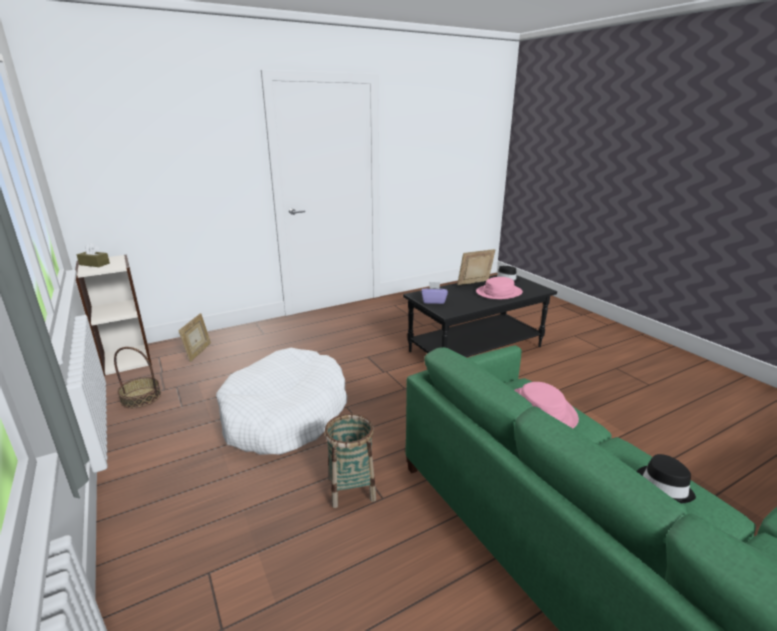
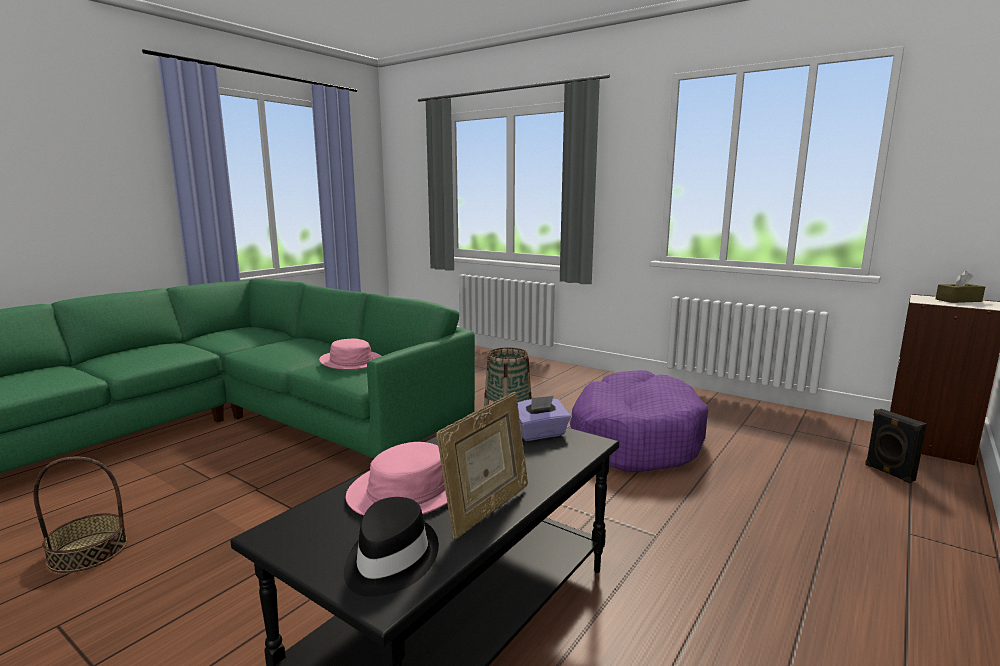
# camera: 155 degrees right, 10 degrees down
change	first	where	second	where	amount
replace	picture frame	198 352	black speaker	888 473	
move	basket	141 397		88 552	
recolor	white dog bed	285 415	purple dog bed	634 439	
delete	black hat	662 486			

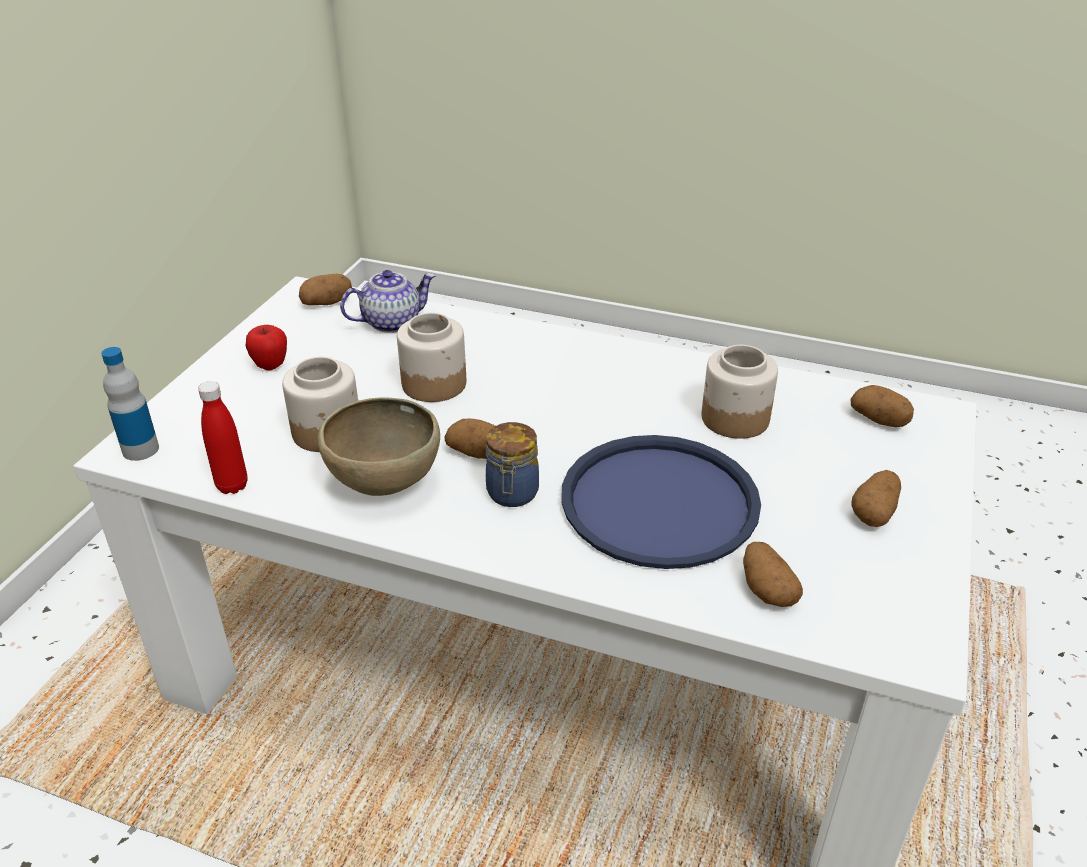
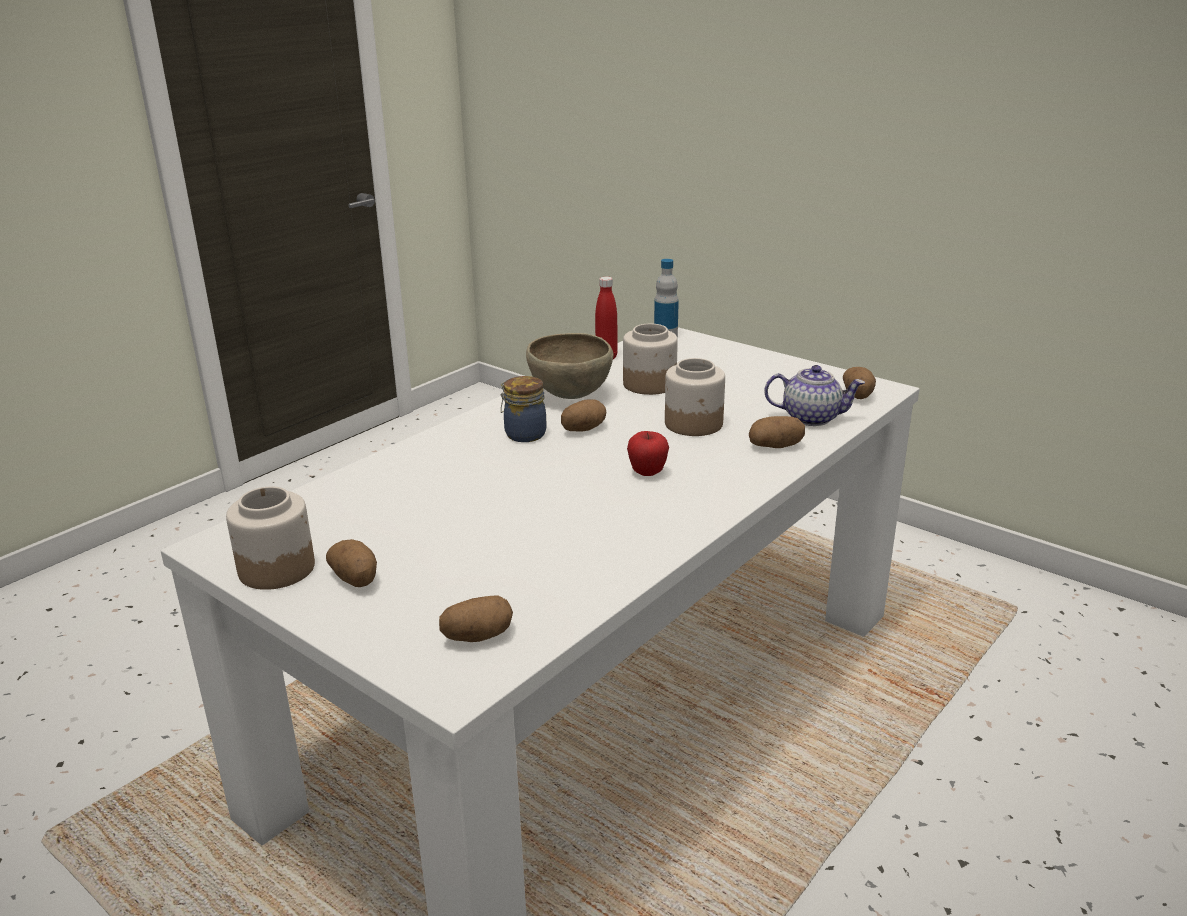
# camera: 110 degrees right, 10 degrees down
change	first	where	second	where	amount
rotate	teapot	392 322		811 417	75 degrees counterclockwise
move	apple	270 365		647 473	
move	jar	734 419		276 568	
delete	blue tray	660 502			
move	potato	766 589		775 446	

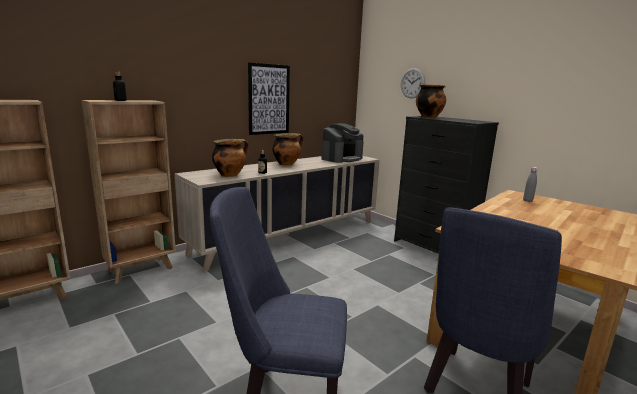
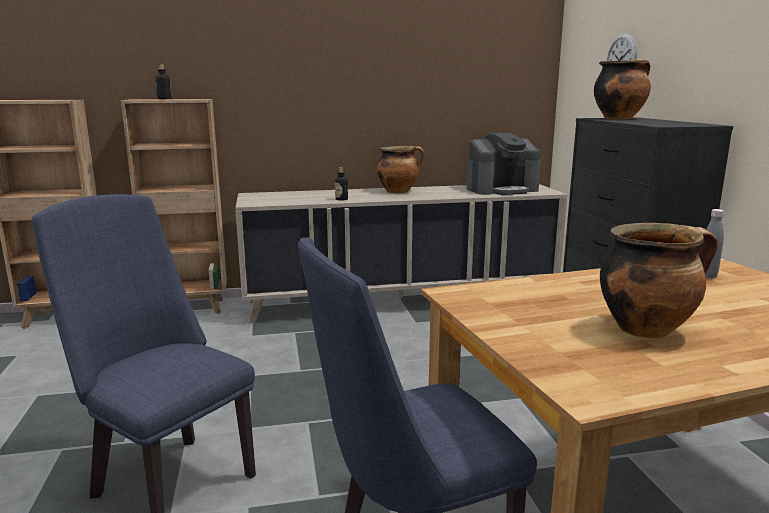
# camera: 30 degrees right, 0 degrees up
change	first	where	second	where	amount
delete	picture	269 99			
move	cooking pot	230 175		646 329	

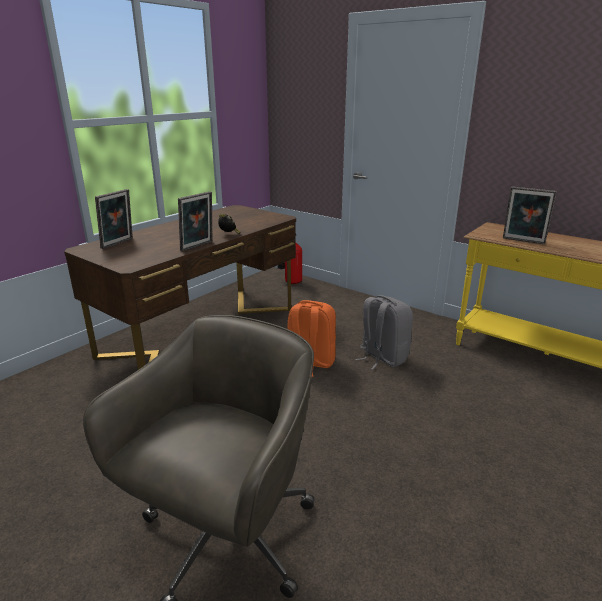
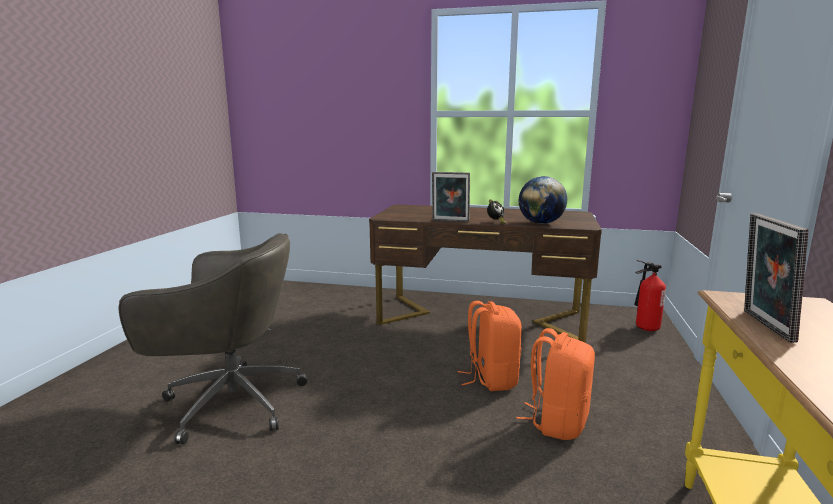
# camera: 65 degrees right, 10 degrees down
change	first	where	second	where	amount
delete	picture frame	119 244			
recolor	grey backpack	382 357	orange backpack	557 422	
insert			globe	541 223	

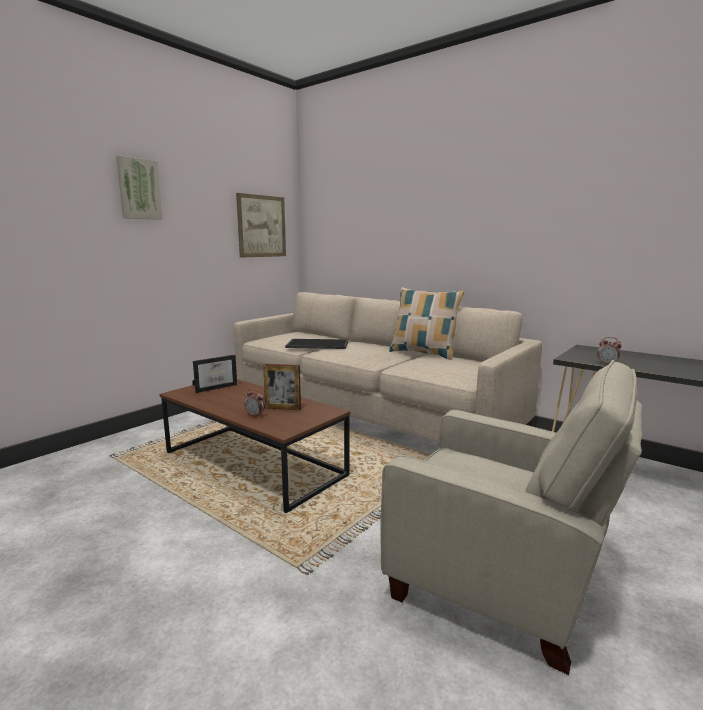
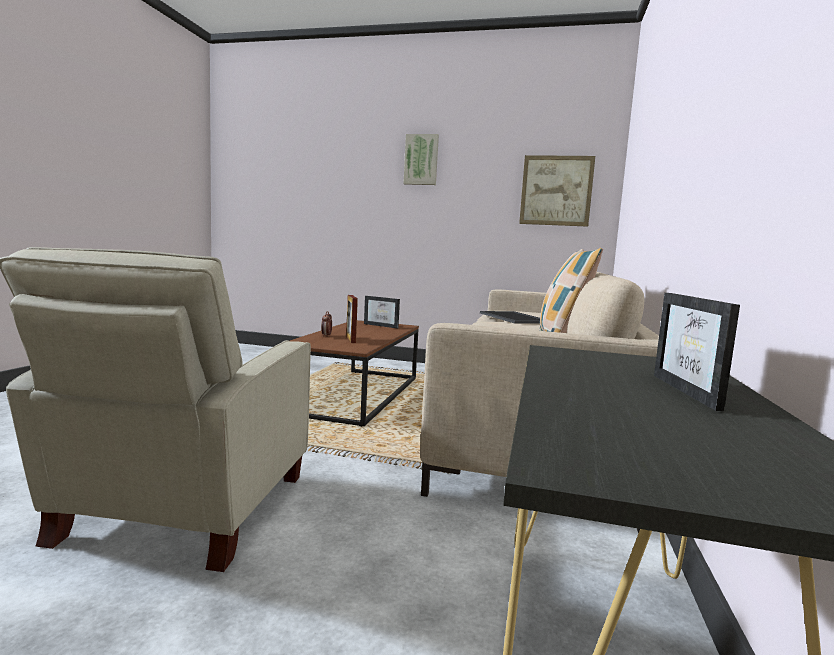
# camera: 65 degrees right, 5 degrees down
change	first	where	second	where	amount
delete	alarm clock	607 364			
insert			picture frame	699 393	

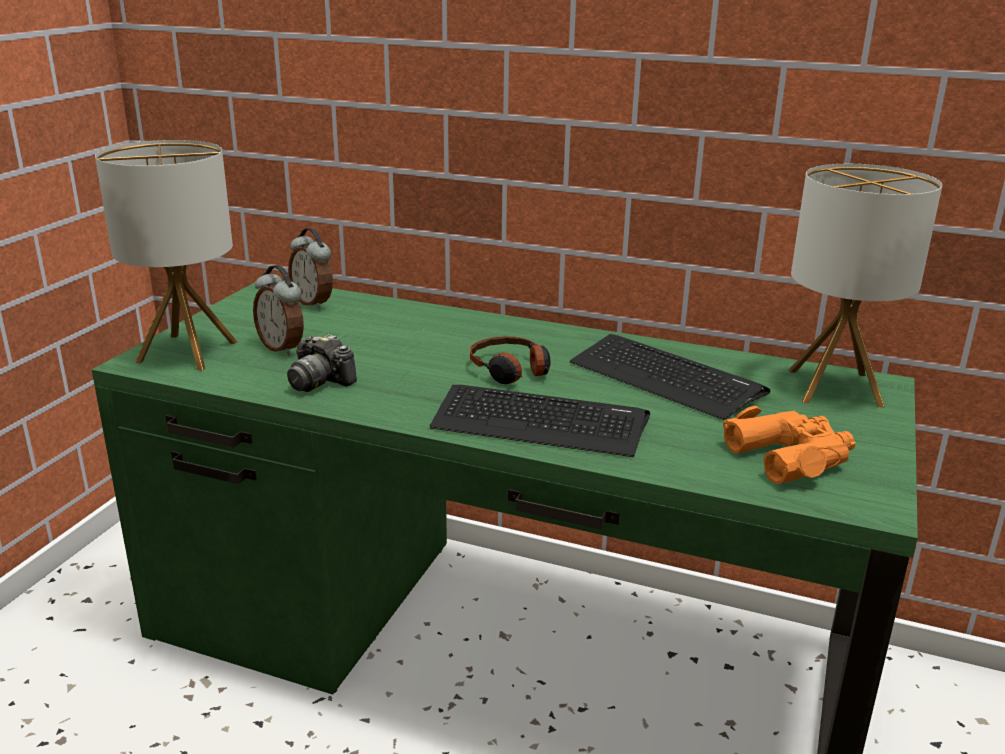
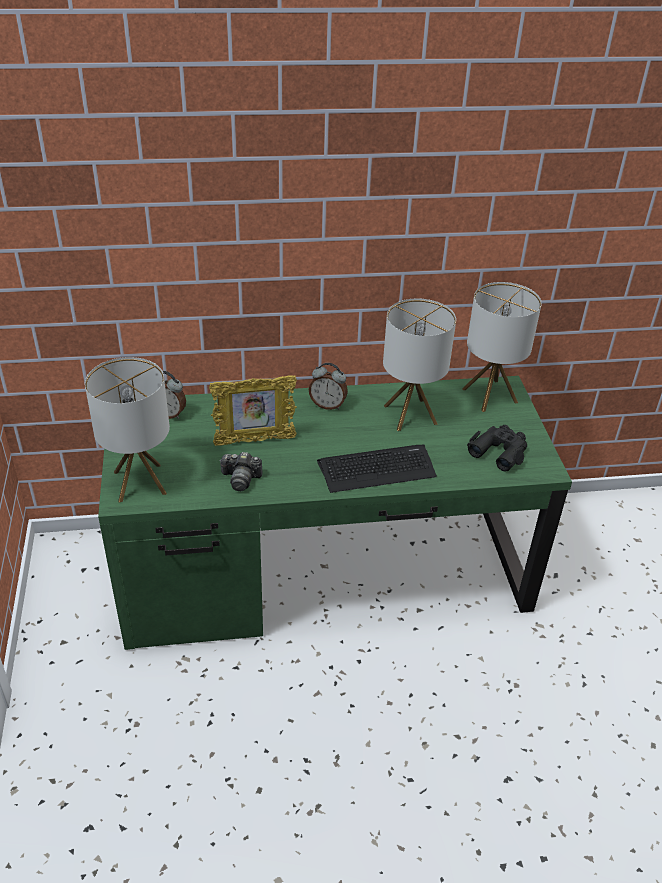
# camera: 30 degrees left, 15 degrees up
change	first	where	second	where	amount
move	alarm clock	282 348		327 405	
replace	keyboard	665 378	table lamp	410 414	
delete	headphones	510 370			
recolor	orange binoculars	791 456	black binoculars	499 451	
insert			picture frame	255 441	

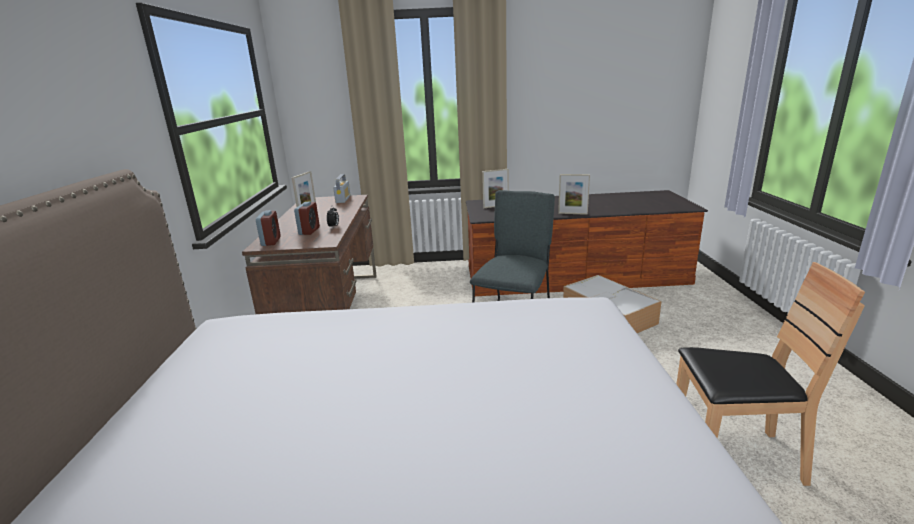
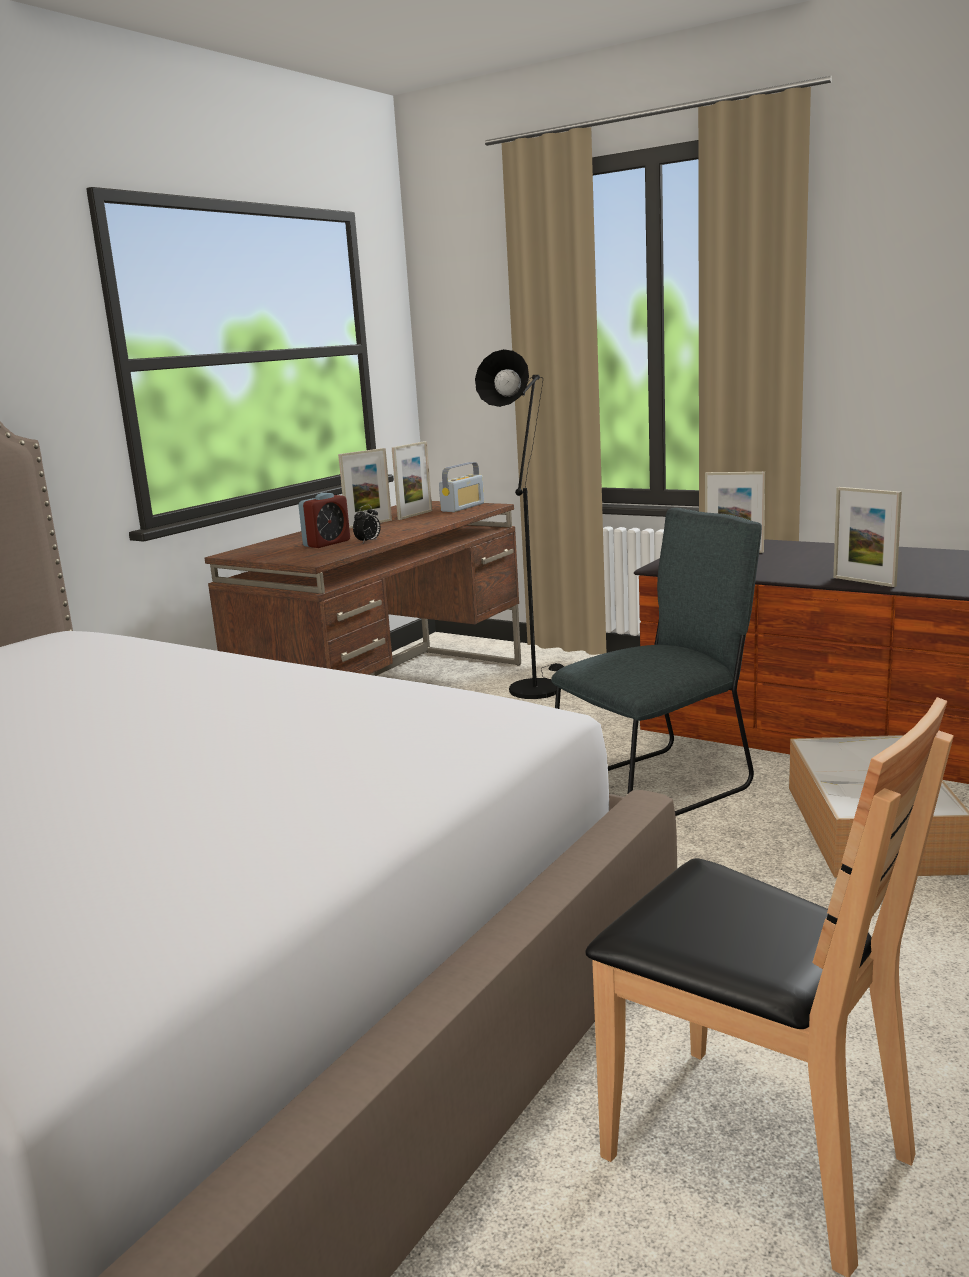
# camera: 35 degrees right, 5 degrees down
change	first	where	second	where	amount
delete	alarm clock	271 241			
insert			black floor lamp	536 686	
insert			picture frame	415 515	

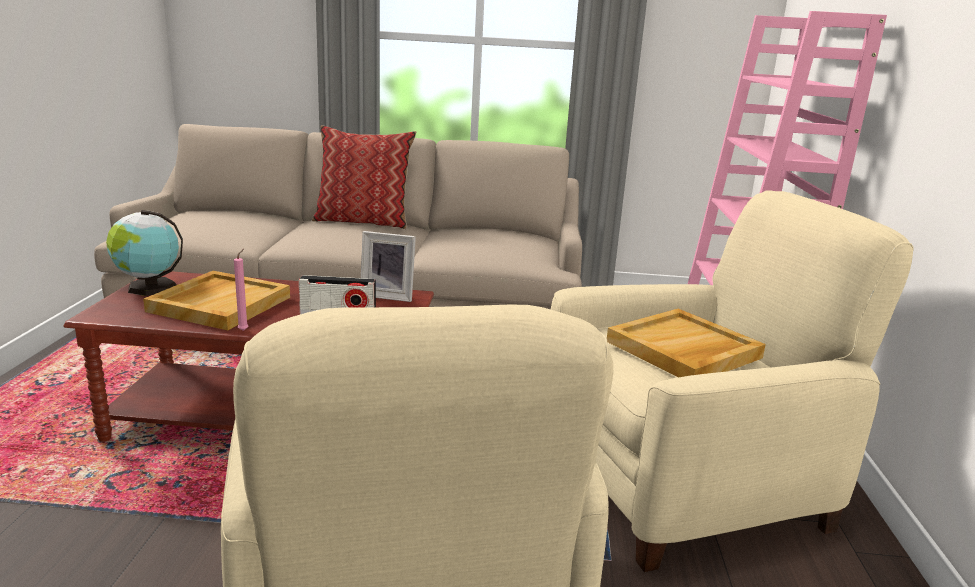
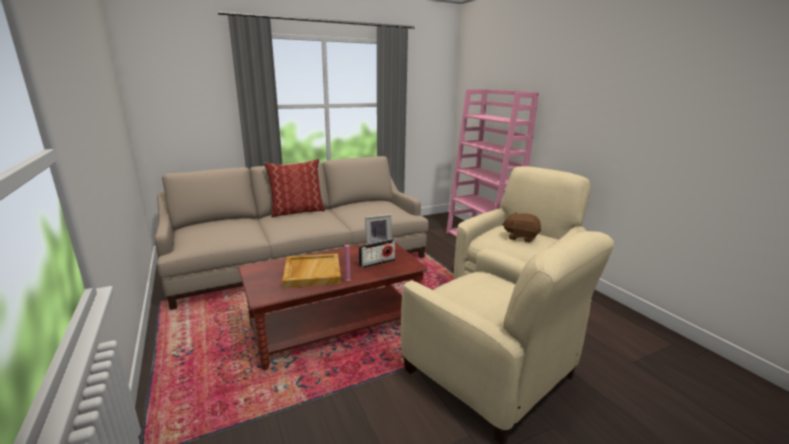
# camera: 30 degrees left, 0 degrees up
change	first	where	second	where	amount
delete	globe	148 288			
replace	beige tray	683 350	brown plush toy	521 237	

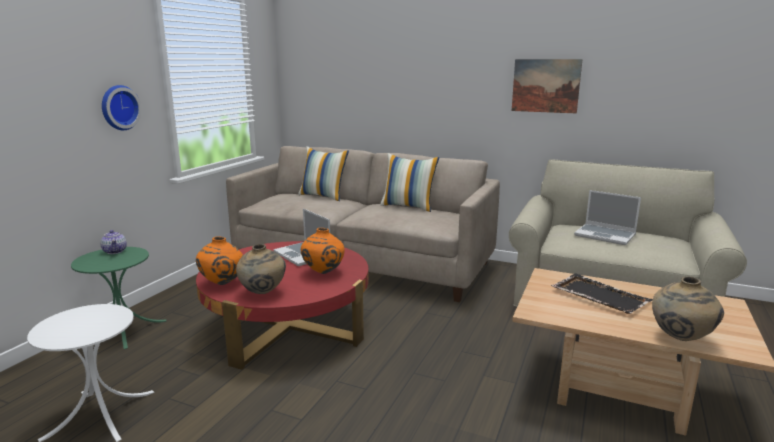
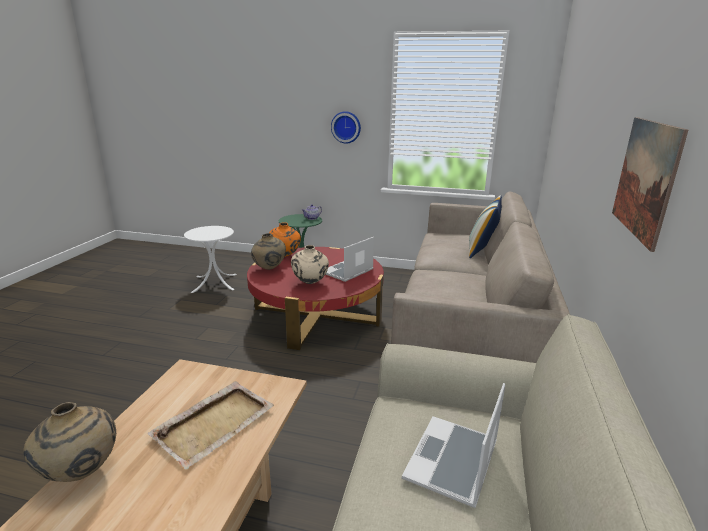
# camera: 80 degrees right, 5 degrees up
change	first	where	second	where	amount
delete	pillow	408 206			
recolor	orange vase	323 272	beige vase	310 283	
recolor	black tray	599 296	beige tray	215 423	

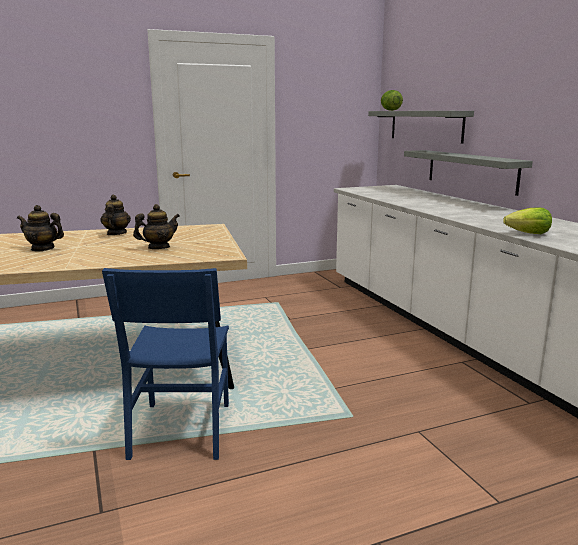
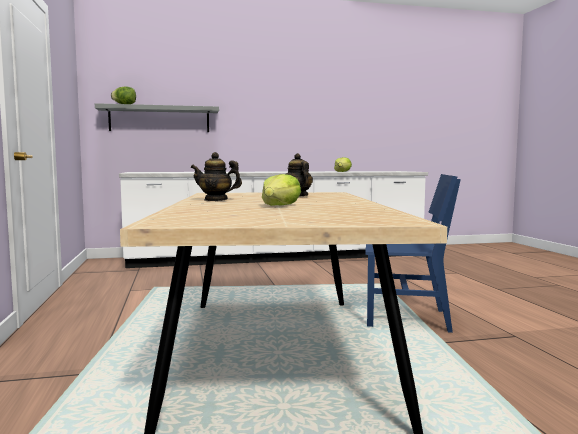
# camera: 80 degrees left, 10 degrees down
change	first	where	second	where	amount
delete	grey shelf	471 171			
replace	teapot	42 248	lettuce	280 206	

